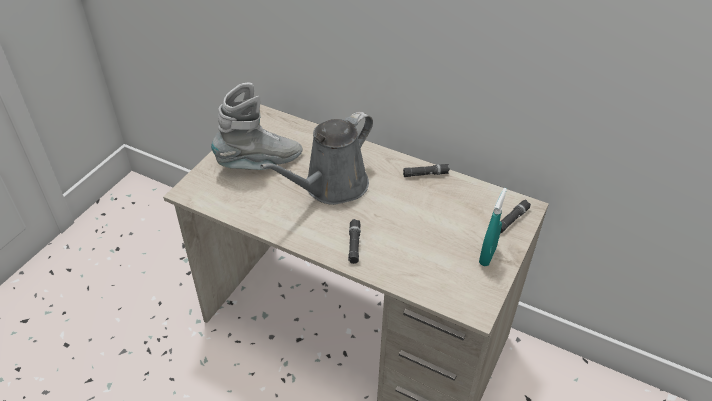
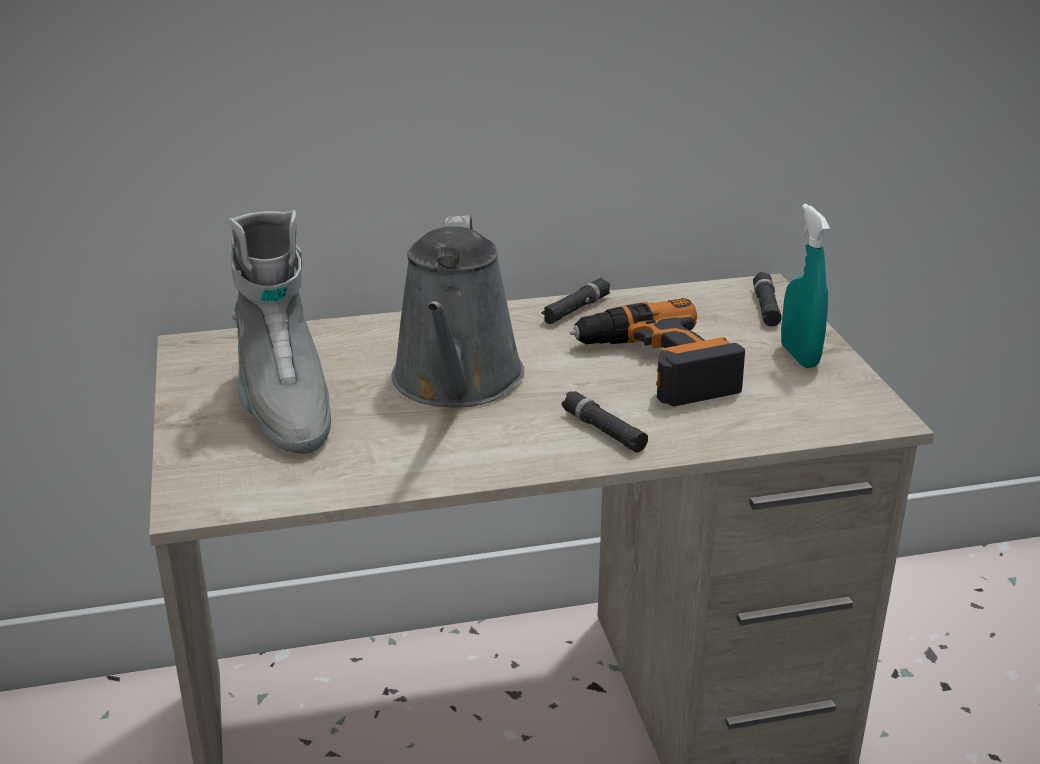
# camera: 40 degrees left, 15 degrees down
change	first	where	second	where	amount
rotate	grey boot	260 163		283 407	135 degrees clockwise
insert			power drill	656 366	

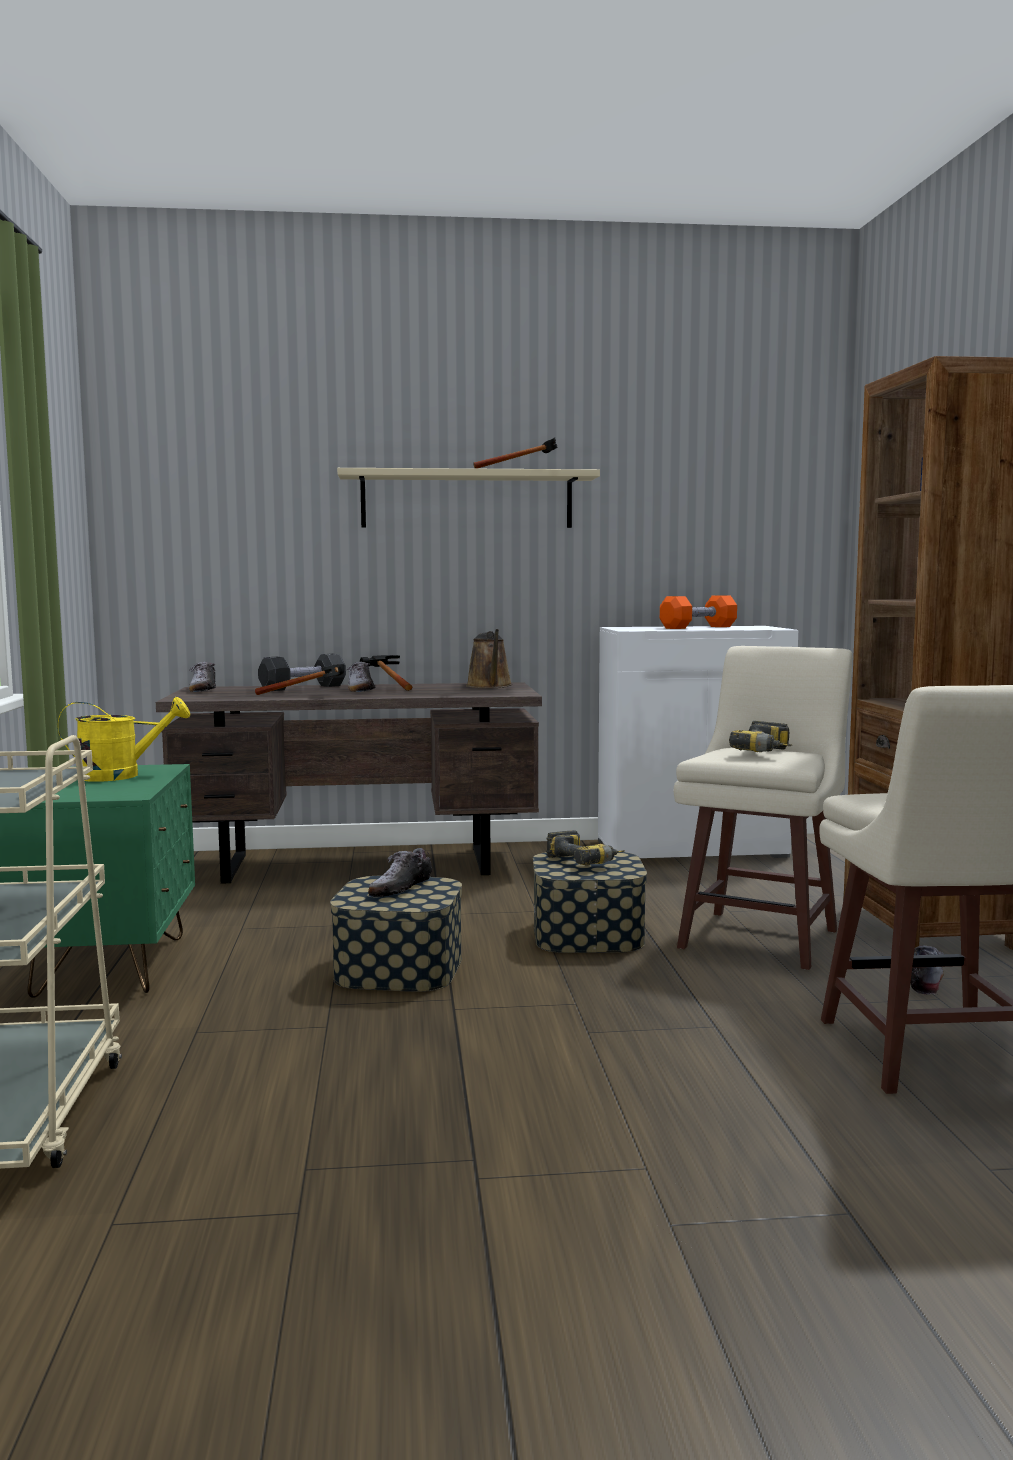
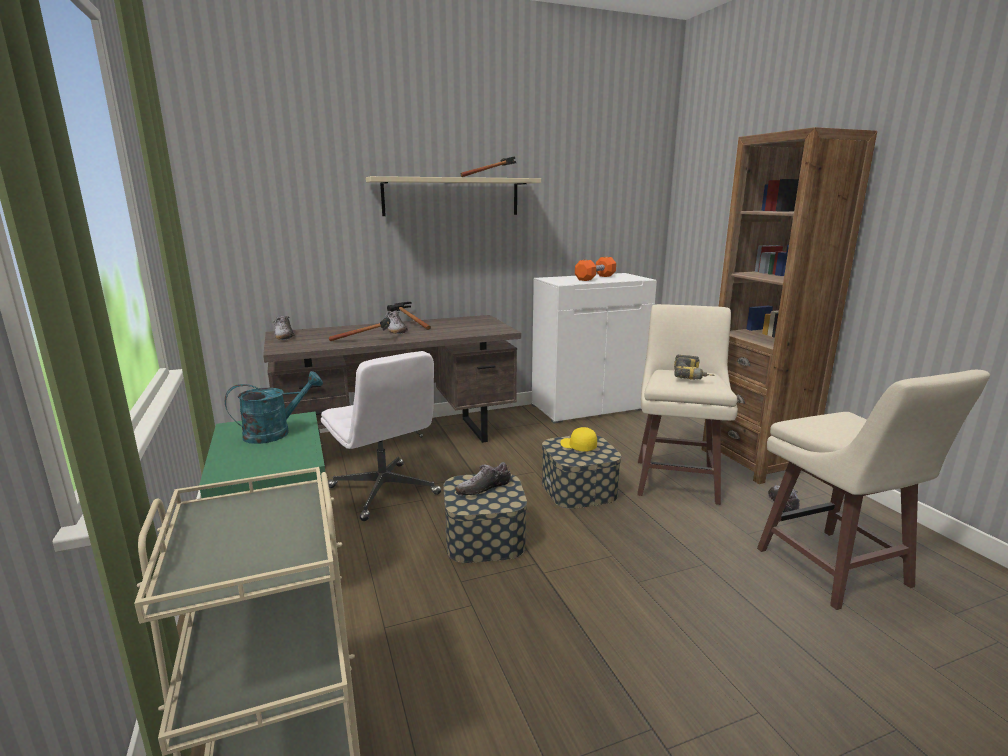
# camera: 15 degrees left, 10 degrees up
change	first	where	second	where	amount
delete	brown watering can	490 686			
delete	black dumbbell	303 688			
recolor	yellow watering can	121 775	turquoise watering can	275 433	
replace	power drill	586 861	yellow cap	578 446	
rotate	shoe	400 888		483 488	45 degrees clockwise
insert			white office chair	384 491	

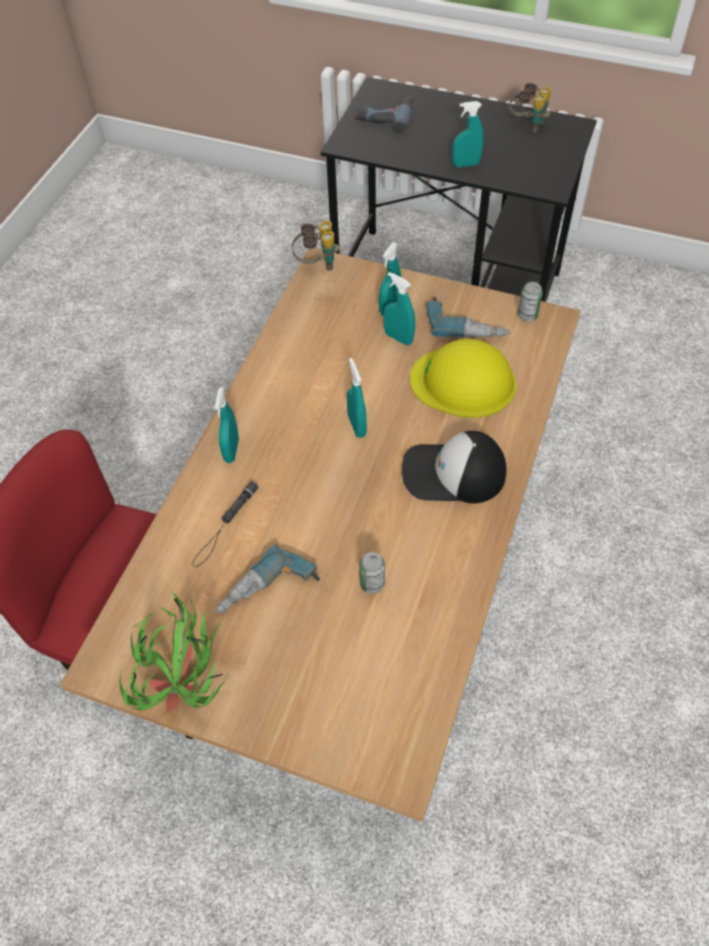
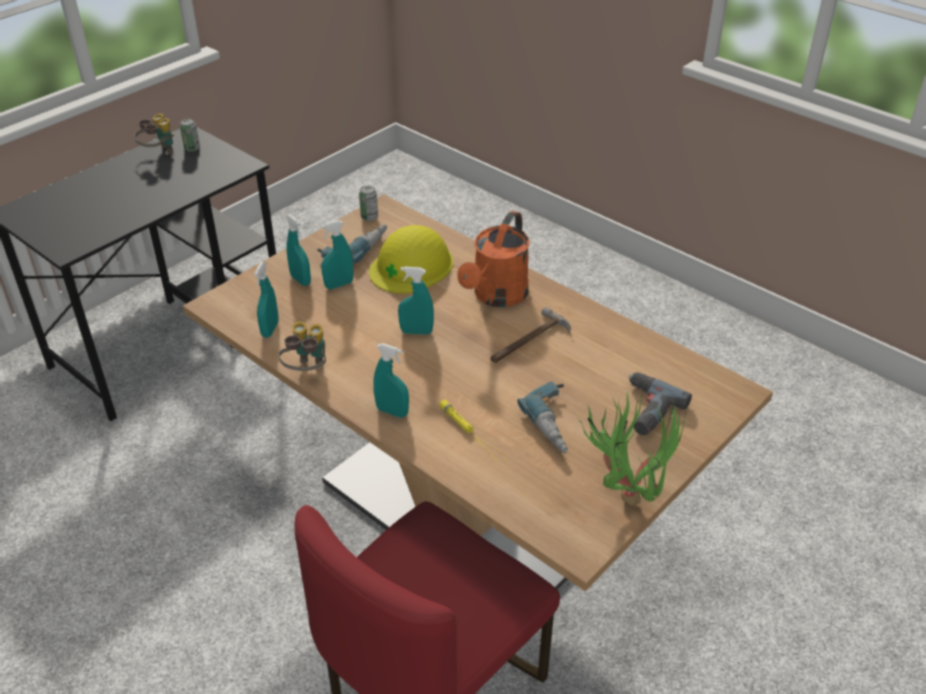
# camera: 70 degrees left, 15 degrees down
change	first	where	second	where	amount
move	power drill	385 116		645 409	
move	turquoise spray bottle	466 164		270 329	
move	binoculars	317 264		307 371	
replace	cap	452 473	orange watering can	496 296	
recolor	black flashlight	225 526	yellow flashlight	473 434	
move	can	372 584		192 148	
insert			hammer	529 342	

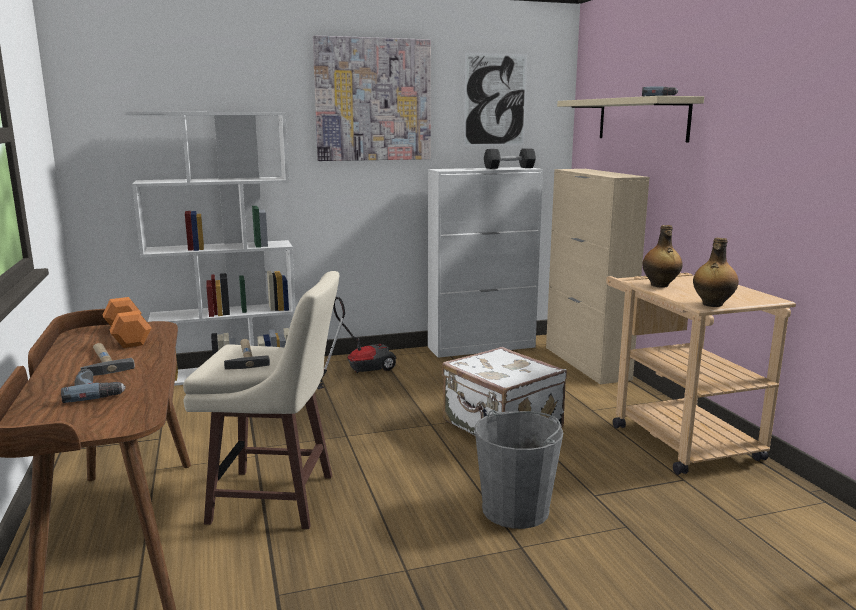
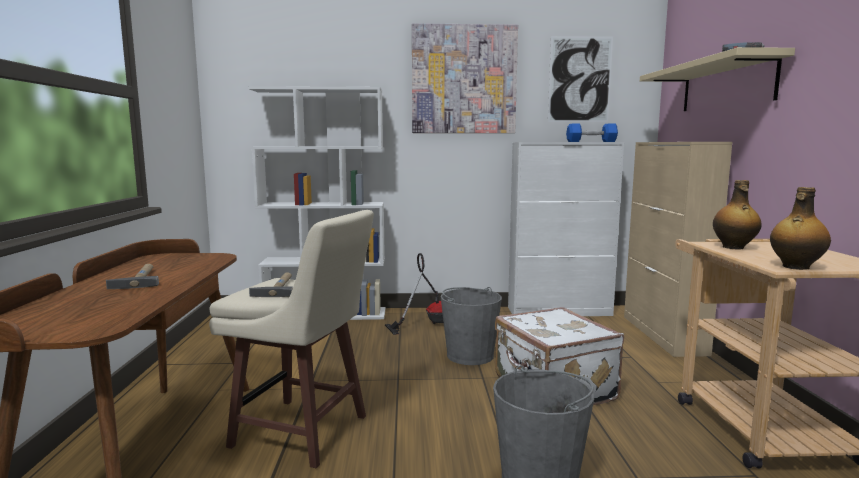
# camera: 15 degrees right, 5 degrees down
change	first	where	second	where	amount
recolor	black dumbbell	509 168	blue dumbbell	591 141	
delete	orange dumbbell	127 336			
delete	power drill	96 391			
insert			grey bucket	470 355	

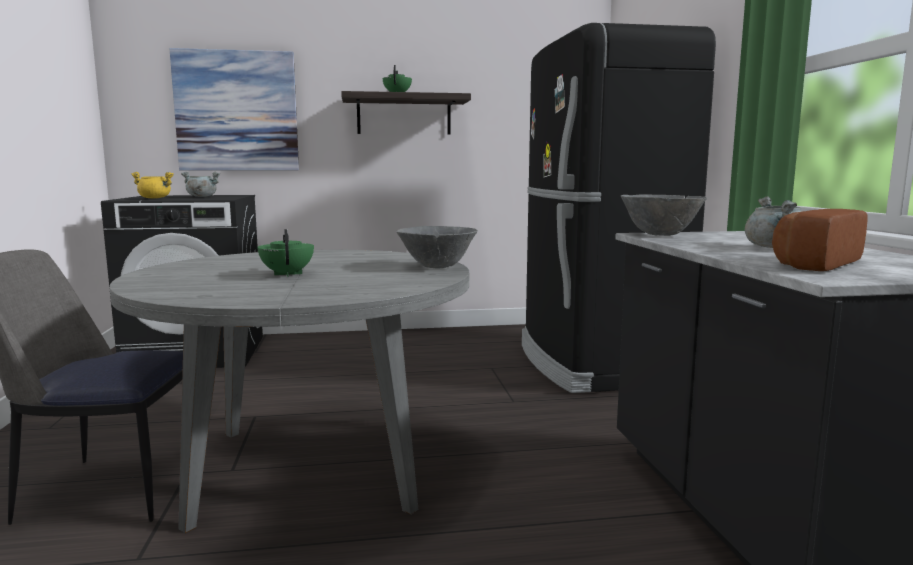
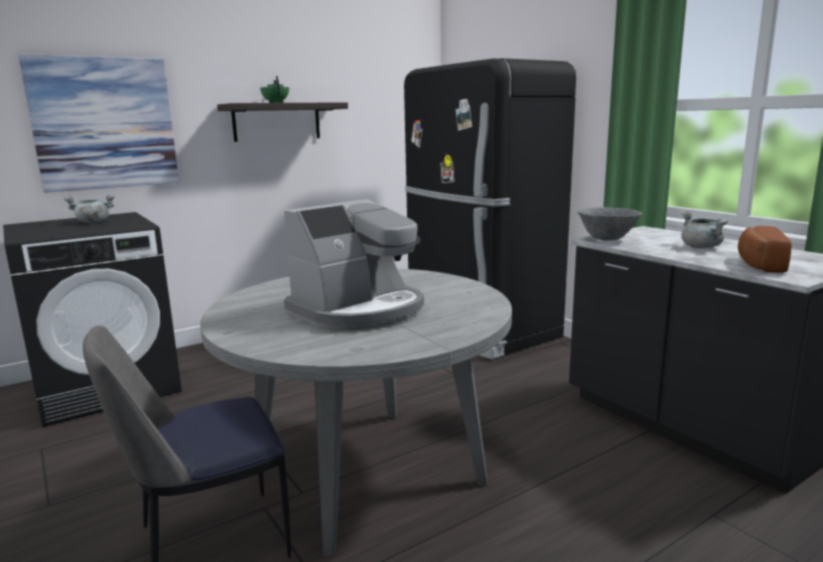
# camera: 25 degrees left, 5 degrees up
change	first	where	second	where	amount
delete	yellow cooking pot	155 198			
delete	grey bowl	438 267			
replace	green teapot	288 274	coffee machine	359 311	

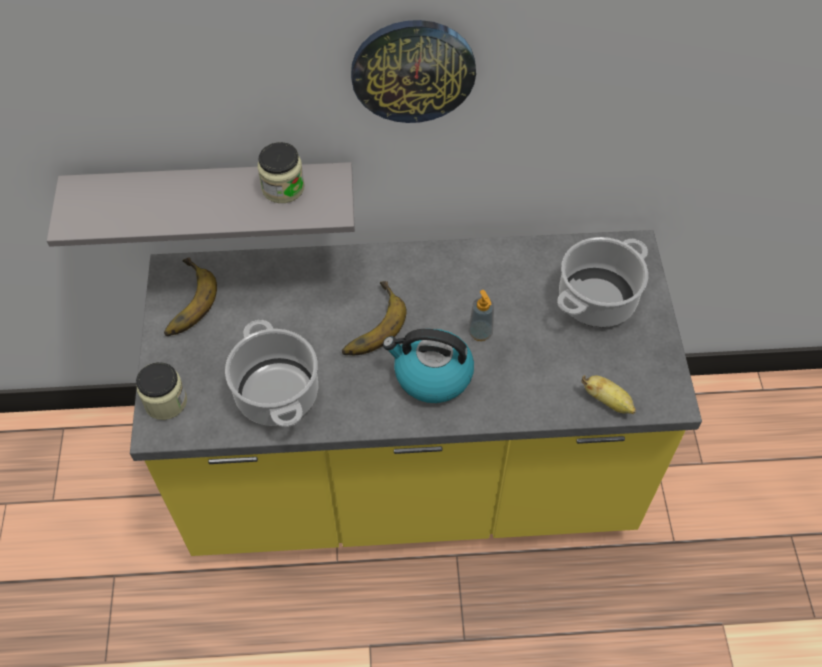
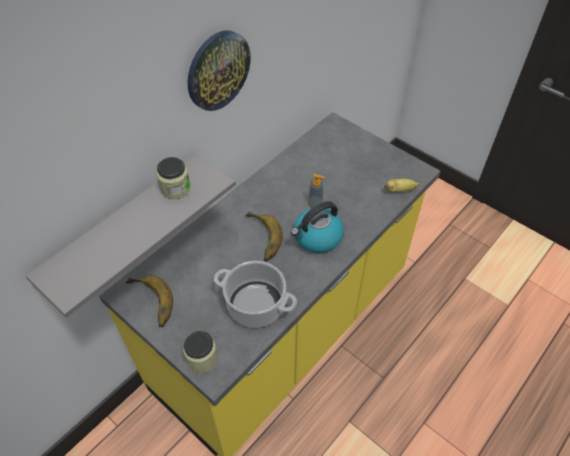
# camera: 45 degrees left, 5 degrees down
change	first	where	second	where	amount
delete	cooking pot	596 300			

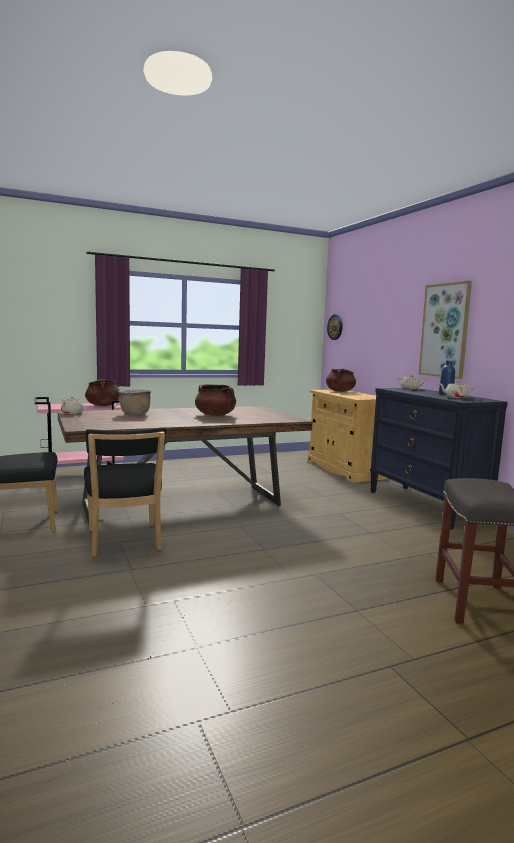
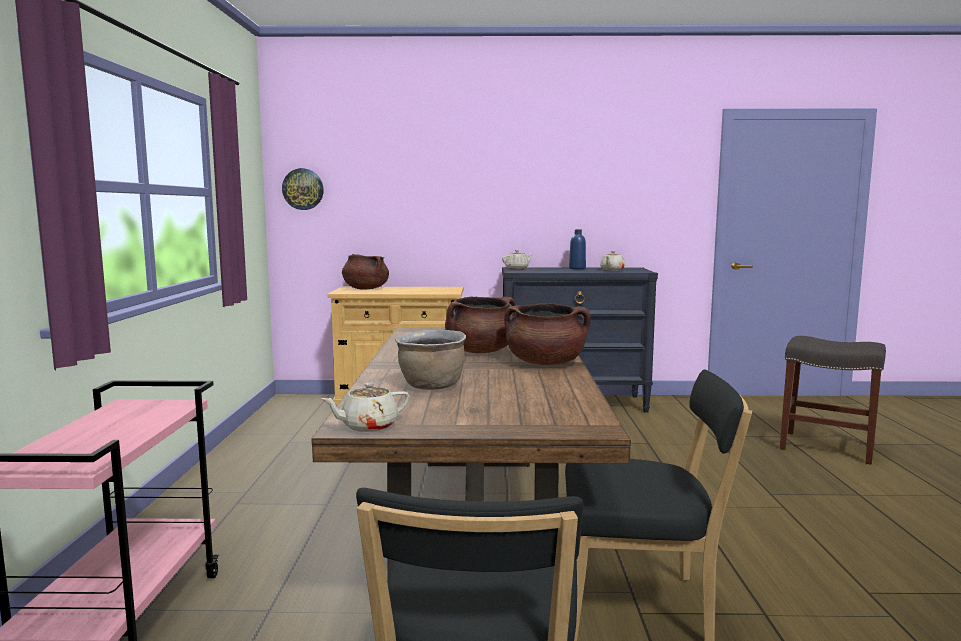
# camera: 65 degrees left, 0 degrees up
change	first	where	second	where	amount
delete	picture	445 330			
move	brown cooking pot	103 405		546 363	

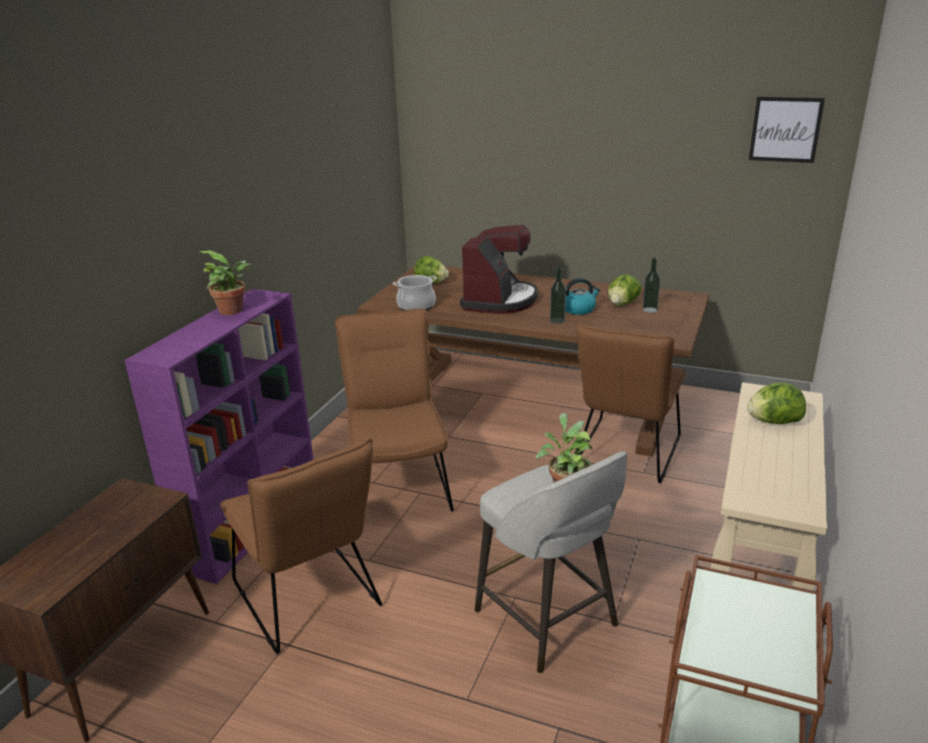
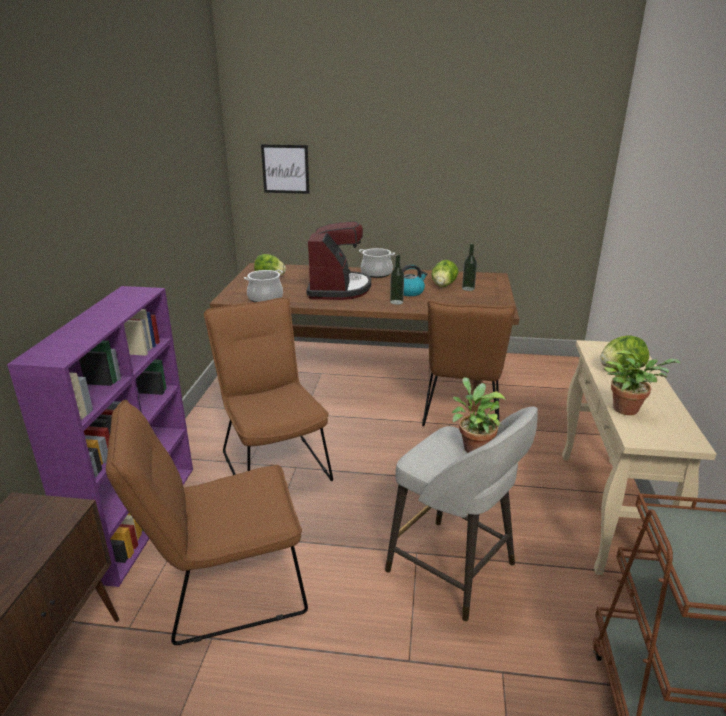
# camera: 15 degrees left, 0 degrees up
change	first	where	second	where	amount
move	picture	785 129		285 169	
move	potted plant	234 311		629 409	
rotate	brown chair	310 600		223 588	120 degrees clockwise
insert			cooking pot	376 273	

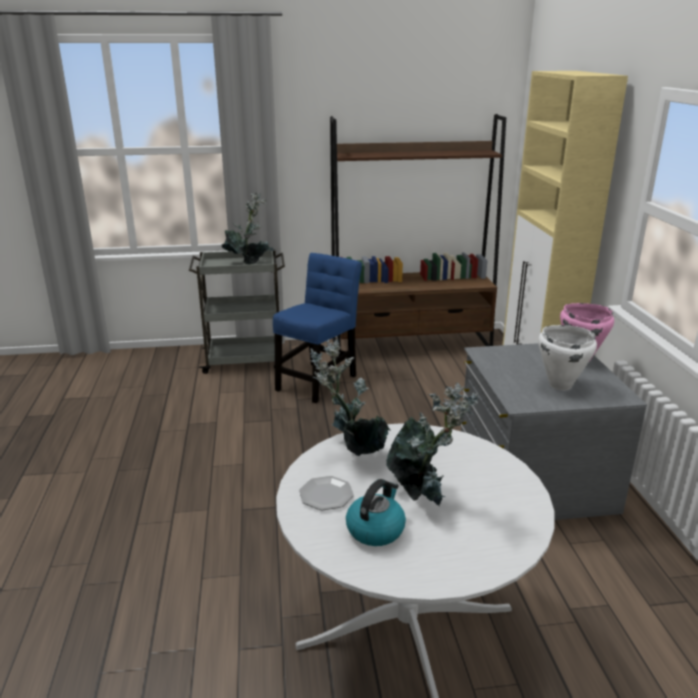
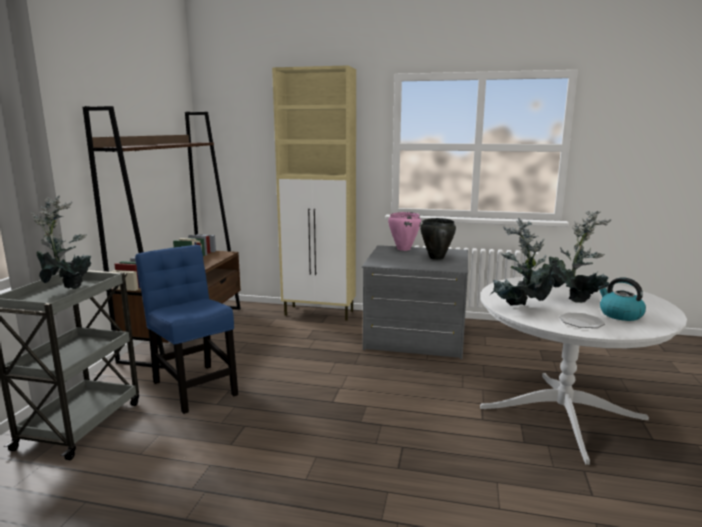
# camera: 70 degrees left, 10 degrees down
change	first	where	second	where	amount
recolor	white cooking pot	559 385	black cooking pot	436 258	

